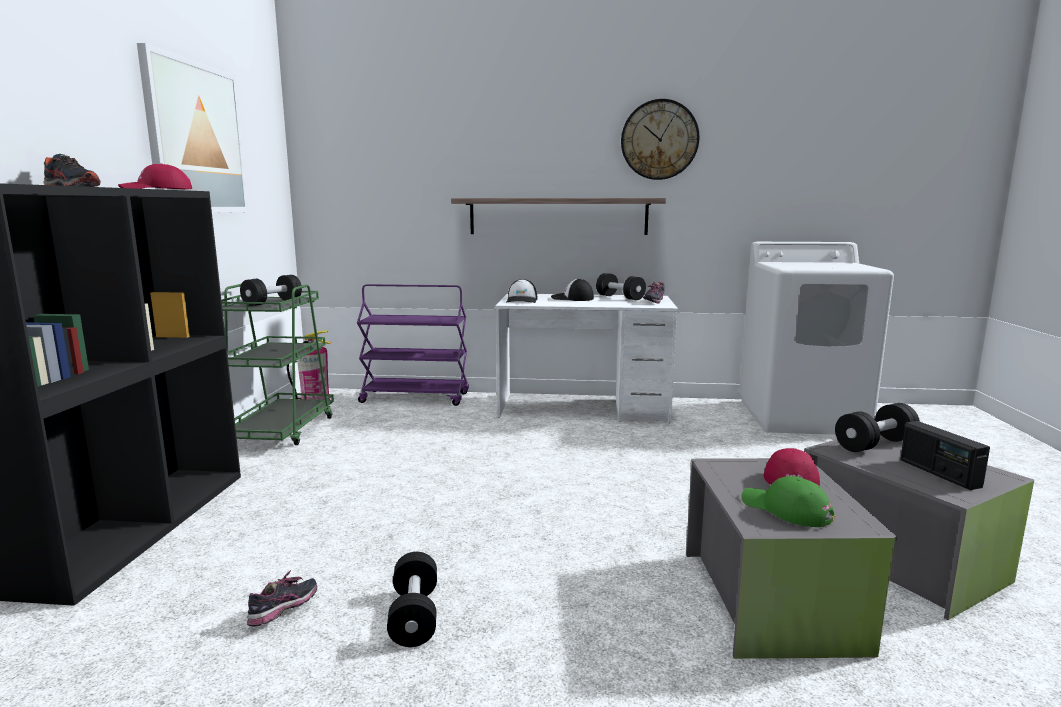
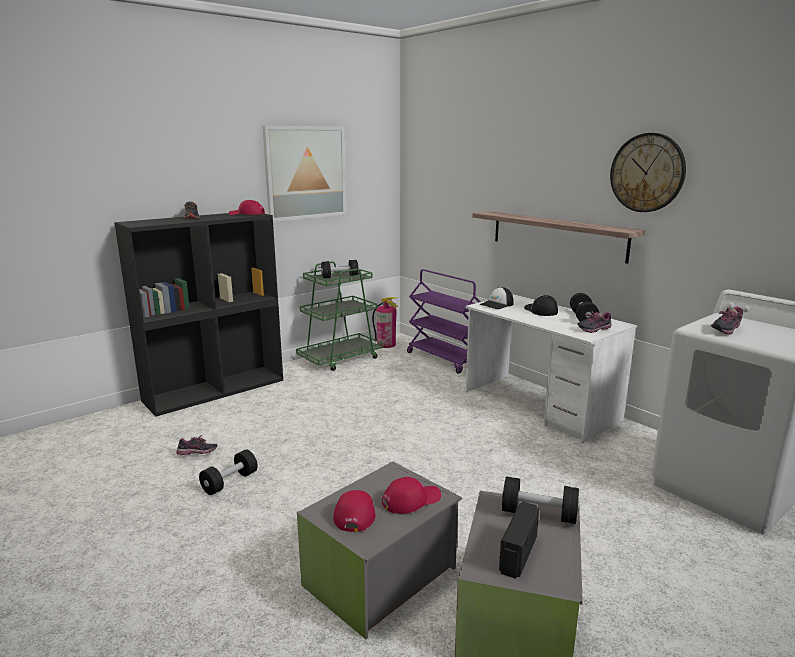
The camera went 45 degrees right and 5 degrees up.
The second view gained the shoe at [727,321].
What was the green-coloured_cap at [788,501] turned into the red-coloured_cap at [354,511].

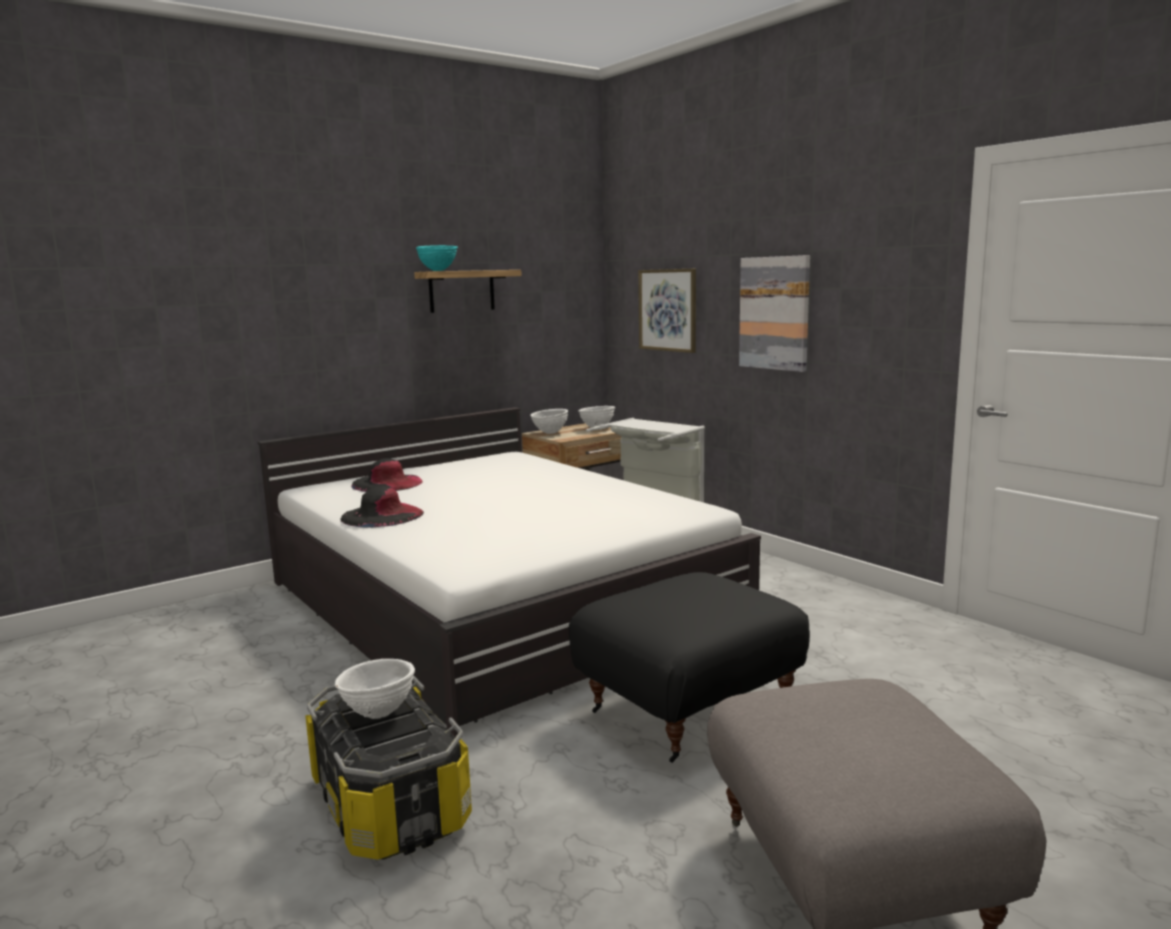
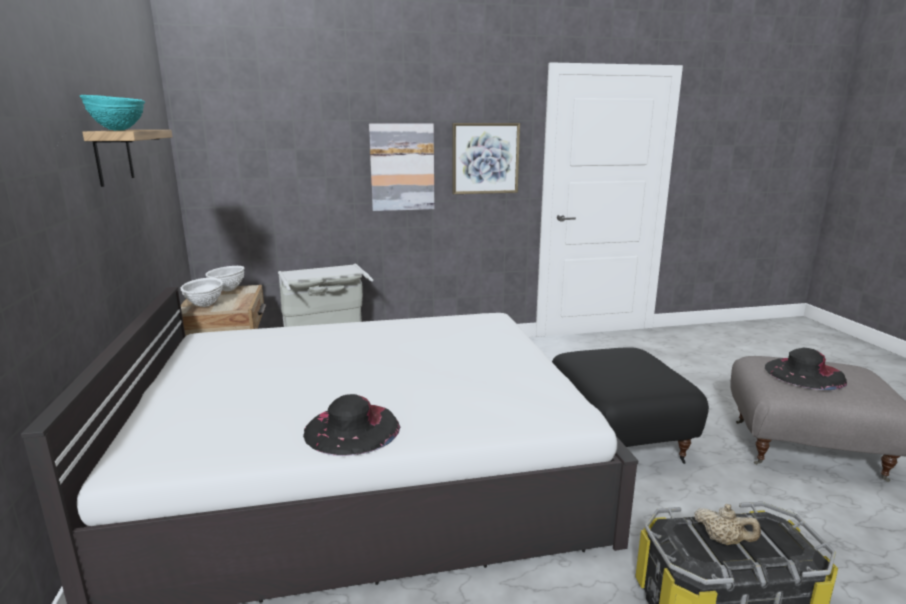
The camera went 65 degrees left and 5 degrees up.
The blackish_clothing_hat ended up elsewhere, having gone from [386,475] to [806,369].
The picture ended up elsewhere, having gone from [667,310] to [486,158].
Where the white-coloured_serving_bowl stood at [375,689], the sand-coloured_teapot came to stand at [727,524].

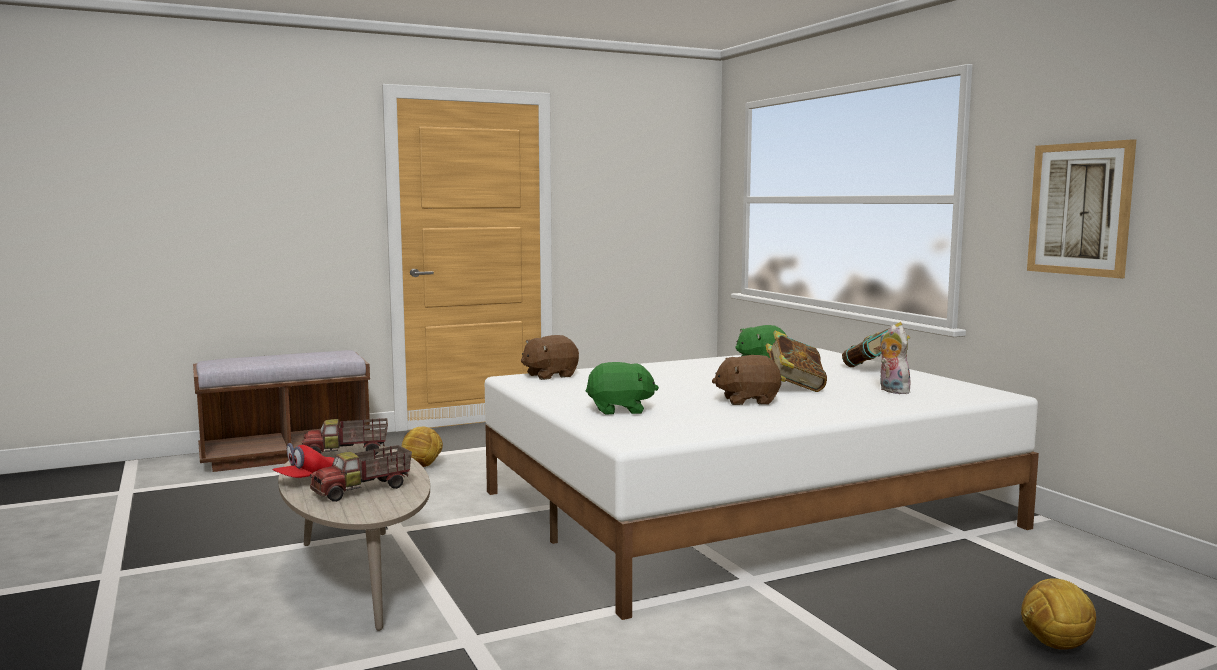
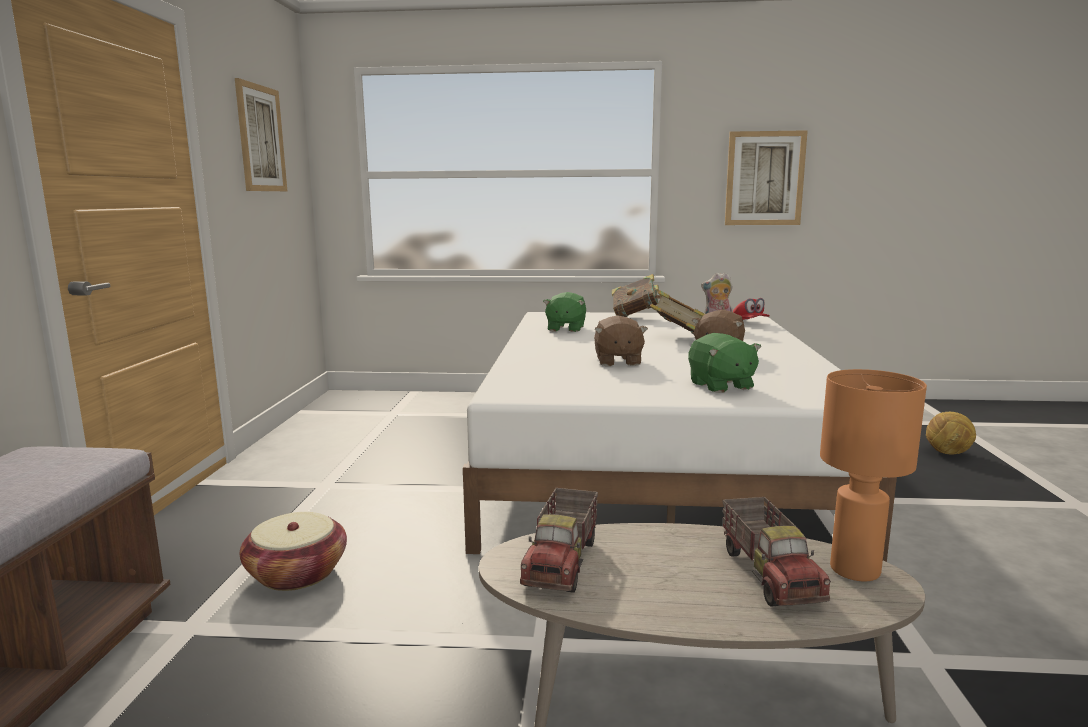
The camera went 60 degrees left and 5 degrees up.
The second view gained the picture at [261,134].
The second view gained the orange_tabletop_lamp at [873,475].
The red-coloured_cap ended up elsewhere, having gone from [303,460] to [751,309].
The brownish_soft_toy ended up elsewhere, having gone from [550,357] to [621,341].
Where the ball_for_football stood at [422,447], the basket came to stand at [293,551].
The green-coloured_soft_toy at [622,388] ended up facing another way, 135 degrees clockwise from before.

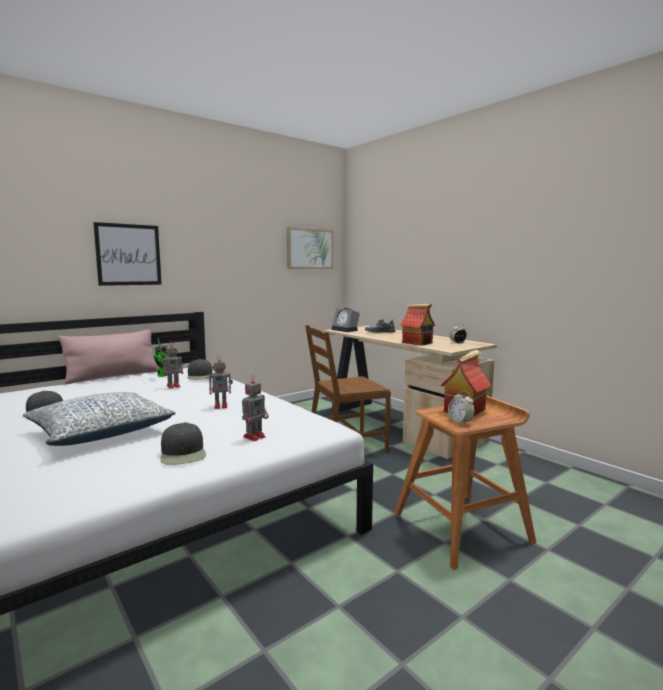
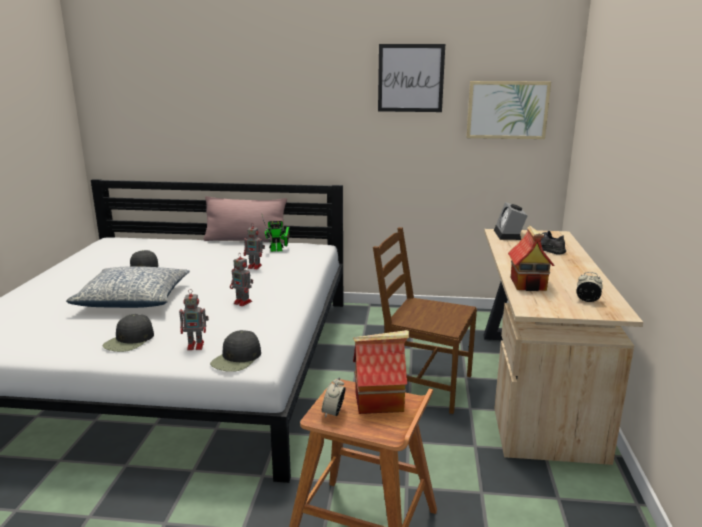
The camera went 45 degrees right and 10 degrees up.
The picture ended up elsewhere, having gone from [127,254] to [411,78].
The blackish_cap ended up elsewhere, having gone from [200,369] to [235,351].

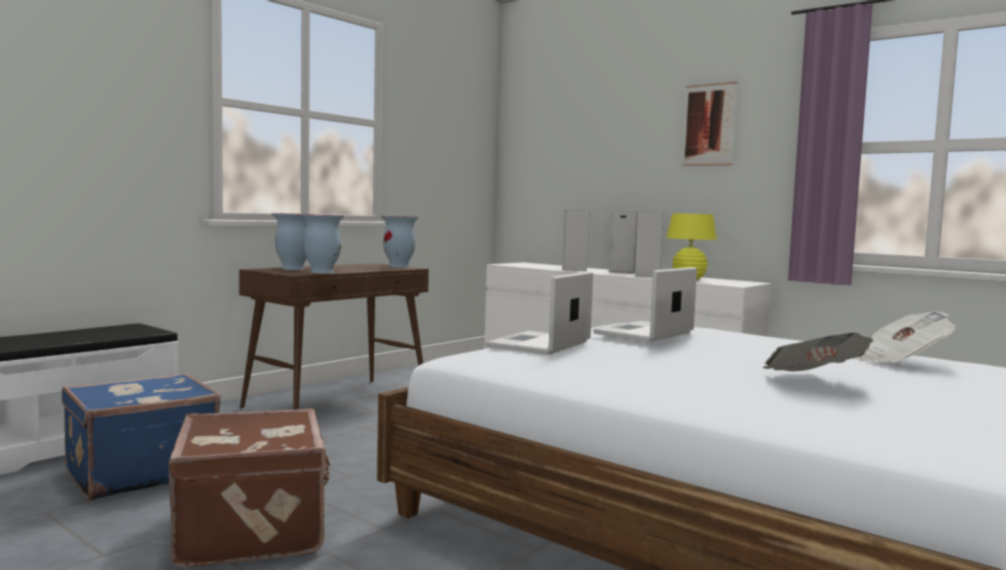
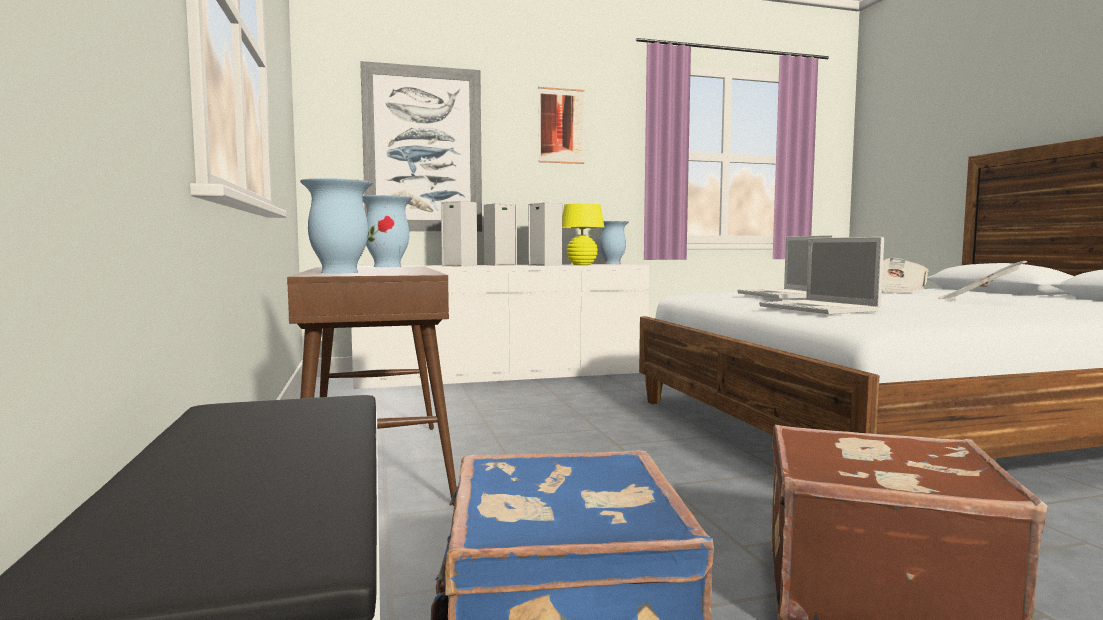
The camera went 55 degrees left and 0 degrees up.
The second view gained the picture at [421,146].
The flower_vase ended up elsewhere, having gone from [322,244] to [614,242].

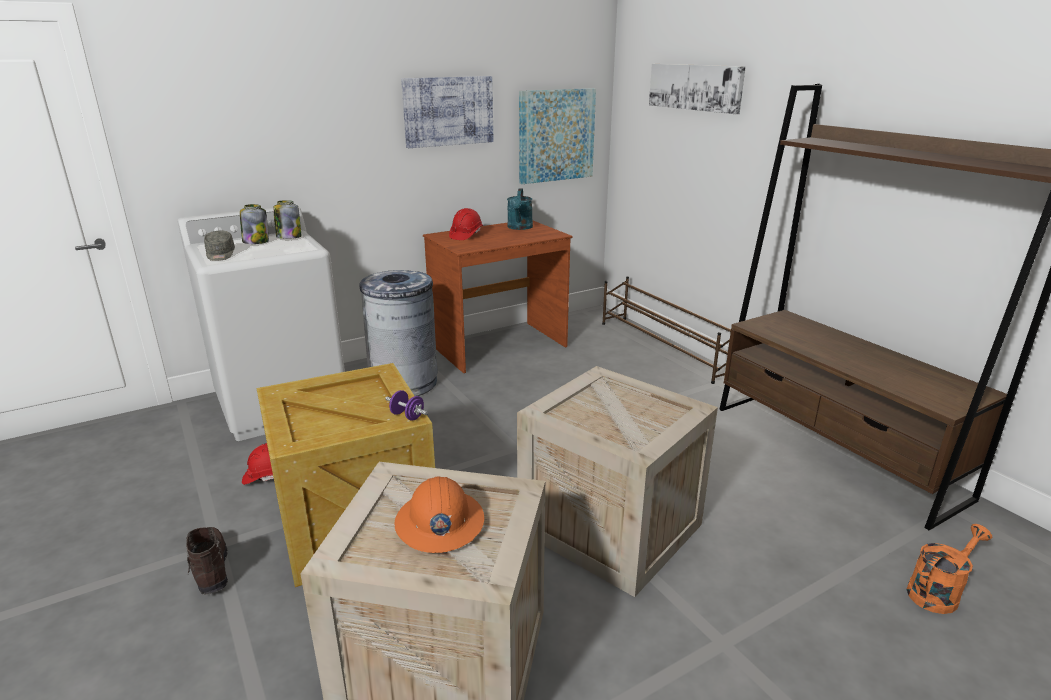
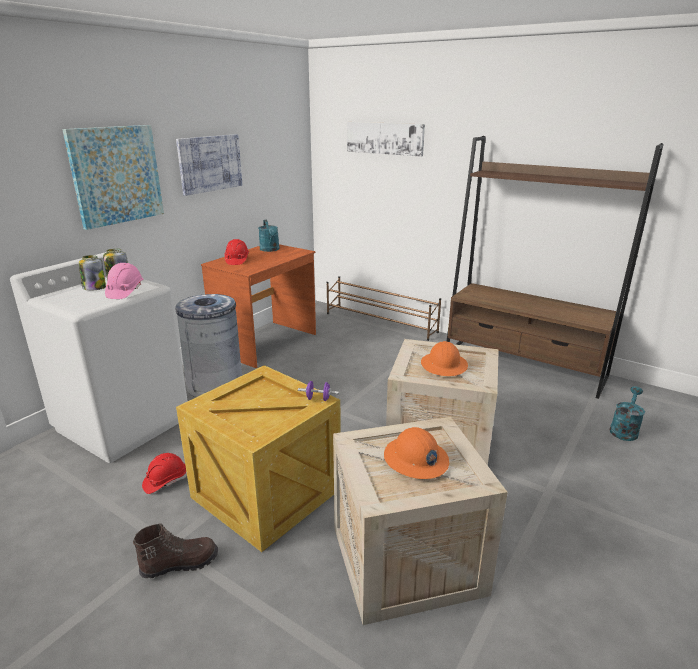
The camera went 25 degrees left and 0 degrees up.
The second view lost the gray_cap at [219,245].
The second view gained the pinkish_hard_hat at [124,281].
The second view gained the orange_hard_hat at [444,358].
The picture ended up elsewhere, having gone from [557,136] to [113,177].
What was the orange_watering_pot at [949,569] turned into the blue-green_watering_pot at [627,413].
The brownish_boot at [207,560] ended up facing another way, 120 degrees clockwise from before.

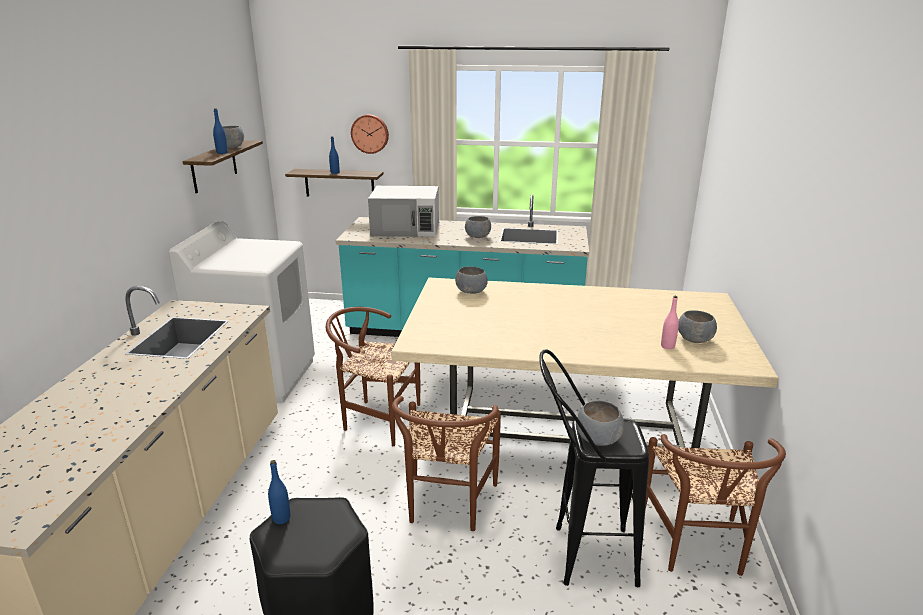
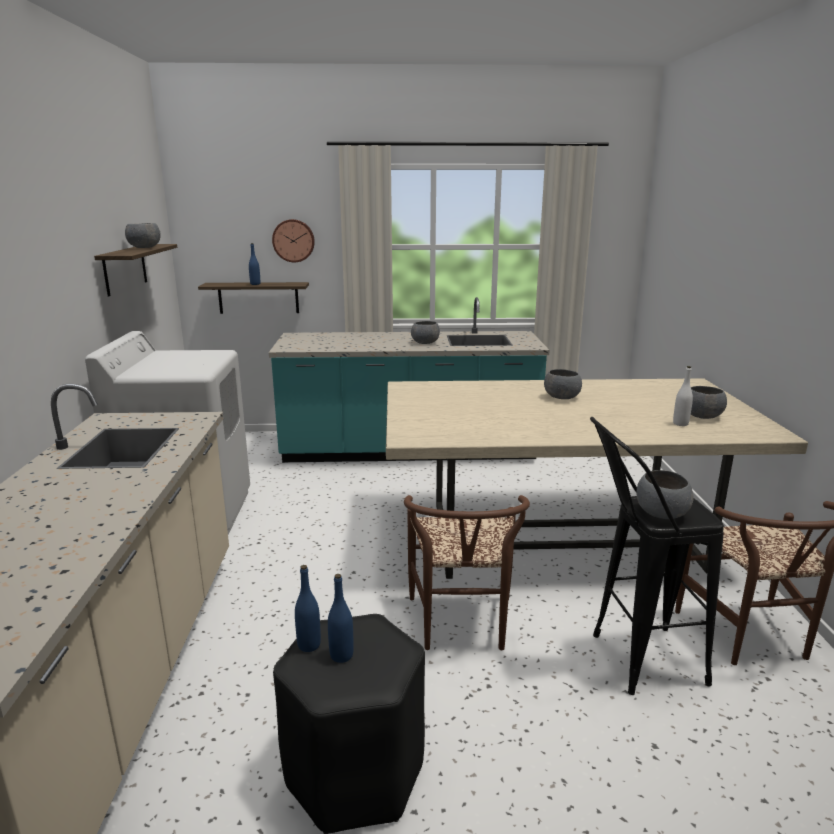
The camera went 10 degrees left and 5 degrees down.
The second view lost the brownish_plain_chair at [373,376].
The second view lost the white-coloured_kitchen_microwave at [403,211].
The blue-coloured_bottle ended up elsewhere, having gone from [220,131] to [341,618].
The gray_serving_bowl ended up elsewhere, having gone from [471,280] to [563,384].
What was the pinkish_bottle at [670,322] turned into the white-coloured_bottle at [683,396].

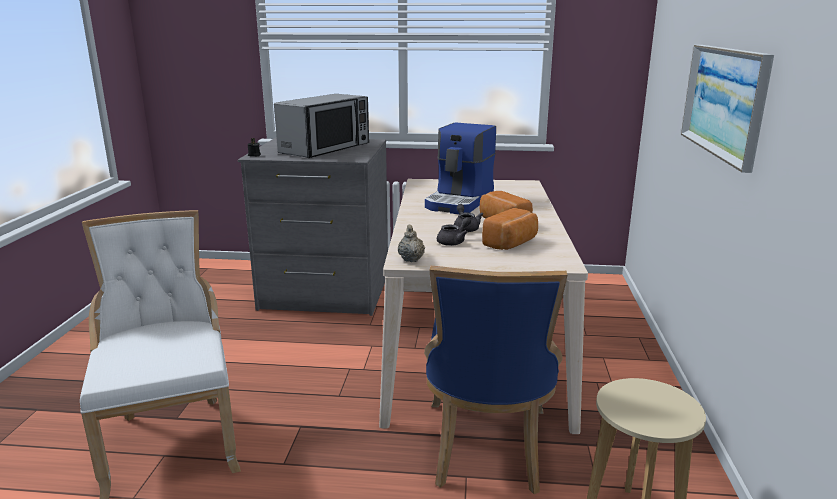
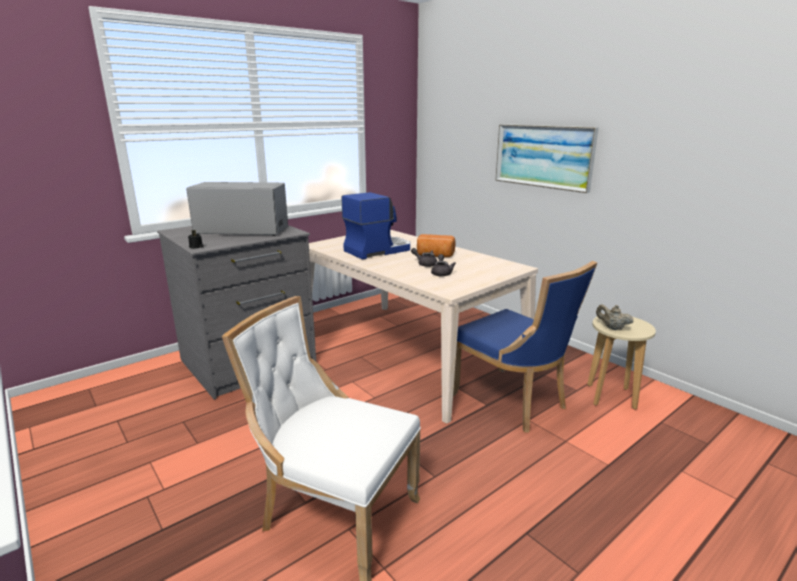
The camera went 45 degrees left and 0 degrees up.
The second view lost the baked_bread at [510,229].
The sand-coloured_teapot ended up elsewhere, having gone from [411,243] to [615,317].
The kitchen_microwave at [321,126] ended up facing another way, 75 degrees counterclockwise from before.
The coffee_maker at [460,168] ended up facing another way, 105 degrees counterclockwise from before.

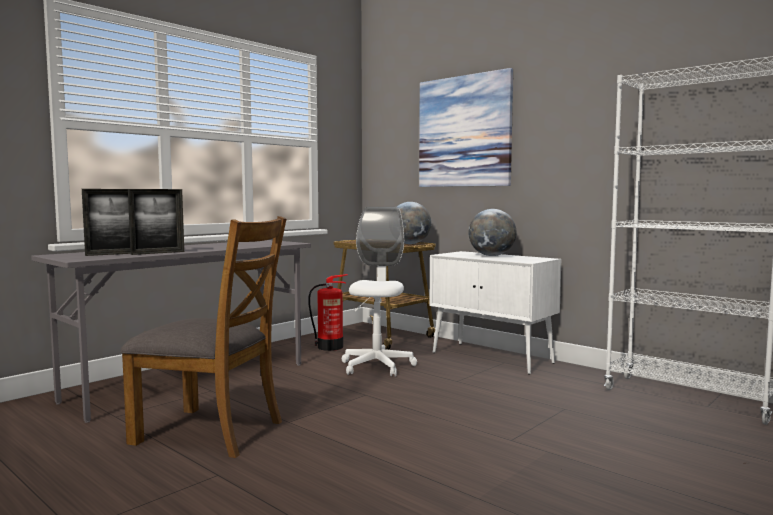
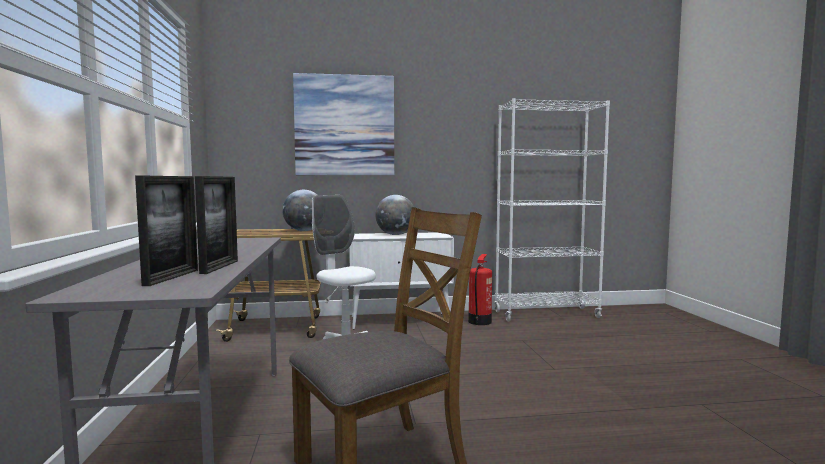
The camera went 50 degrees left and 0 degrees up.
The fire_extinguisher ended up elsewhere, having gone from [327,312] to [480,289].

